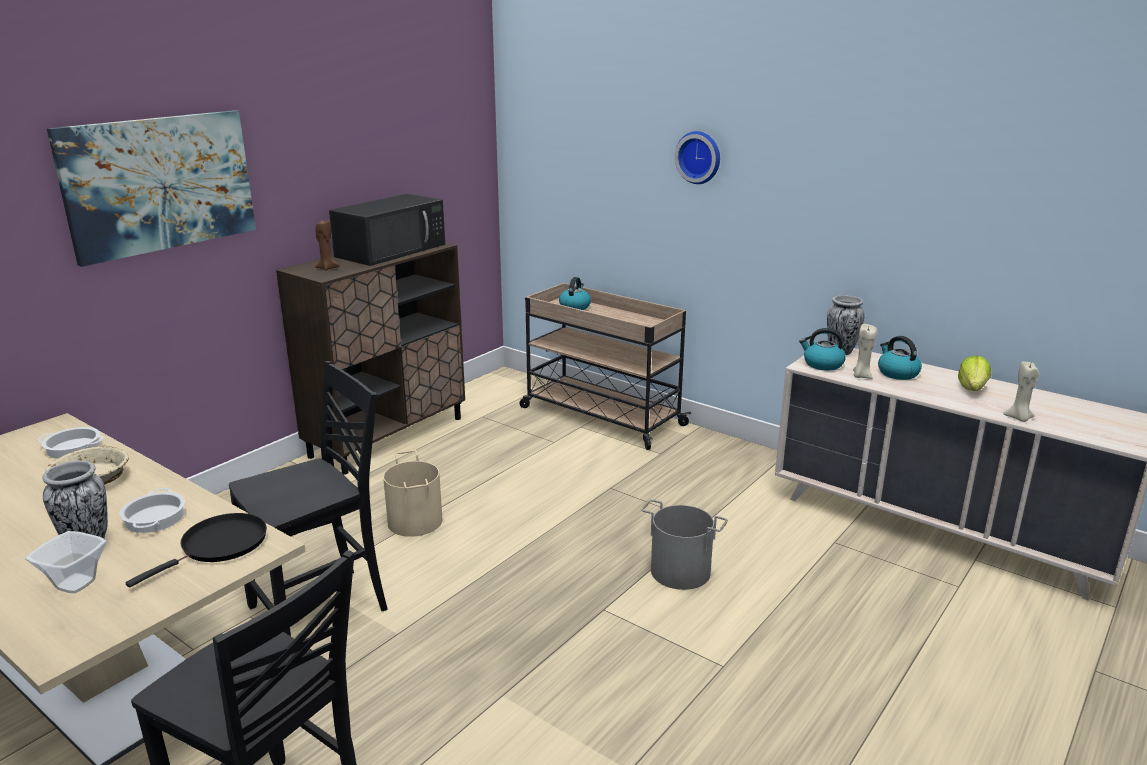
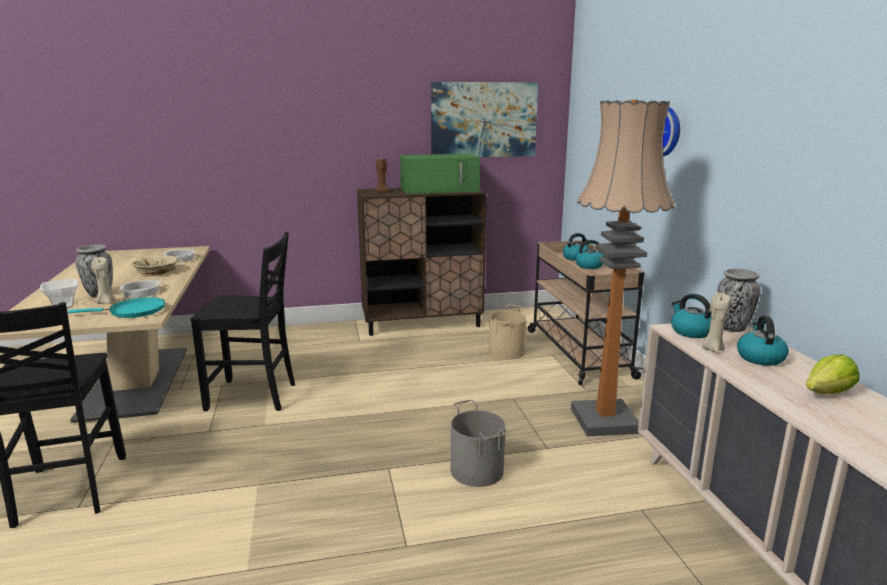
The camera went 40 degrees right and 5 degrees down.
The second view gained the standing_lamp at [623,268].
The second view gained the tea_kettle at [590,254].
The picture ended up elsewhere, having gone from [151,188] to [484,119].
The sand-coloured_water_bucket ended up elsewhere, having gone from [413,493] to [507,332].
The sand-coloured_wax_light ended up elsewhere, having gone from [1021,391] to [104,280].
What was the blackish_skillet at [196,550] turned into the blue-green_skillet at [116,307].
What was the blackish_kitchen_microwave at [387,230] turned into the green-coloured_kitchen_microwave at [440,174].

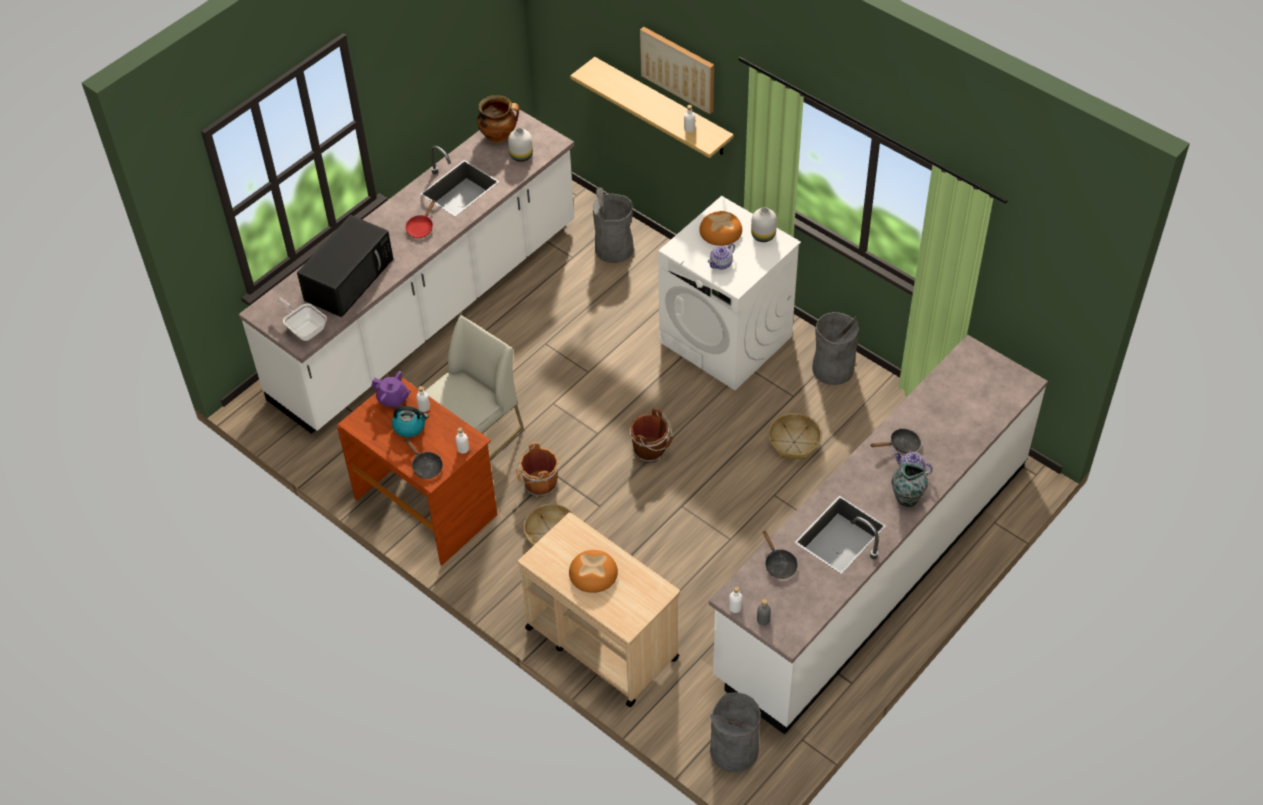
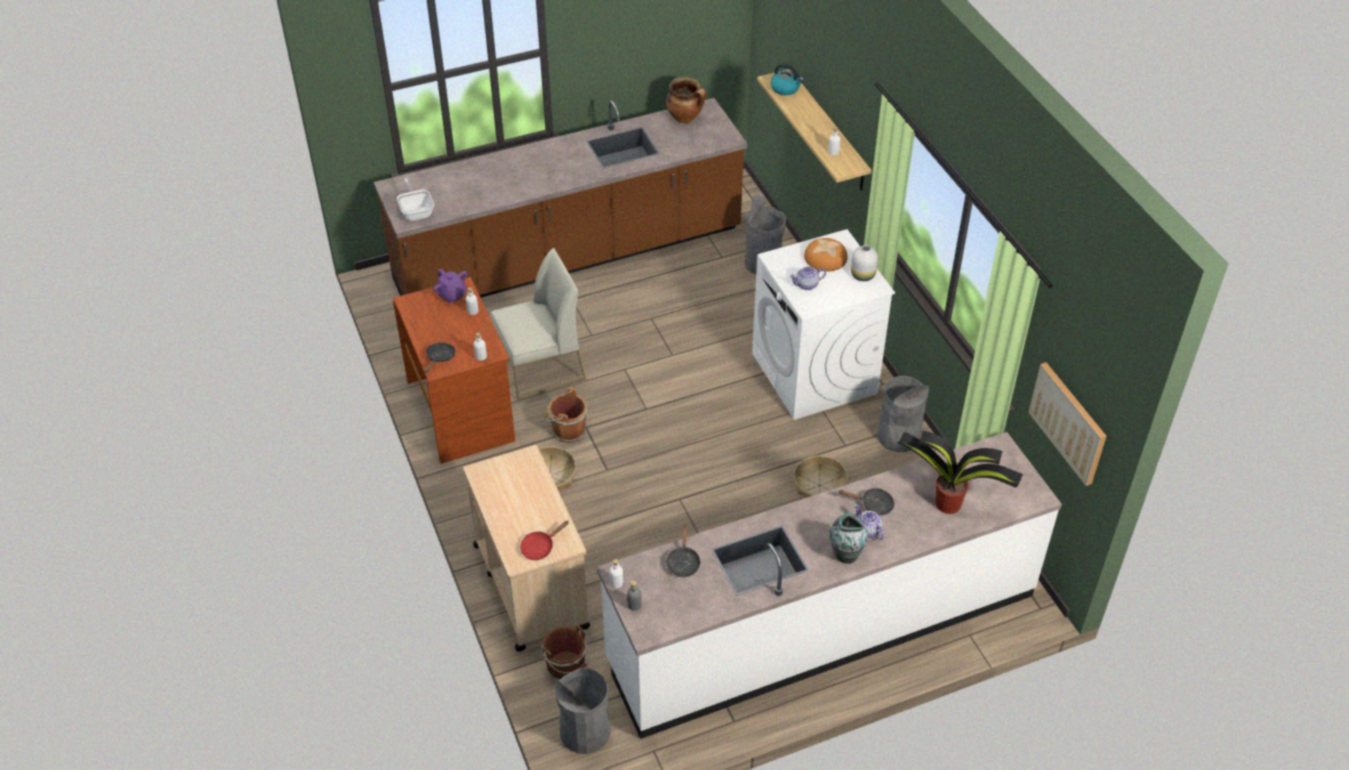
The camera went 25 degrees right and 5 degrees down.
The second view lost the blackish_kitchen_microwave at [345,266].
The second view lost the white-coloured_flower_vase at [520,145].
The second view lost the baked_bread at [593,571].
The second view gained the potted_plant at [960,472].
The tea_kettle ended up elsewhere, having gone from [410,421] to [787,79].
The red-coloured_skillet ended up elsewhere, having gone from [420,219] to [544,540].
The brownish_water_bucket ended up elsewhere, having gone from [651,436] to [566,653].
The picture ended up elsewhere, having gone from [677,70] to [1067,424].
What was the white-coloured_kitchen_counter at [406,271] turned into the brownish_kitchen_counter at [560,198].
The blackish_skillet at [424,458] ended up facing another way, 150 degrees counterclockwise from before.

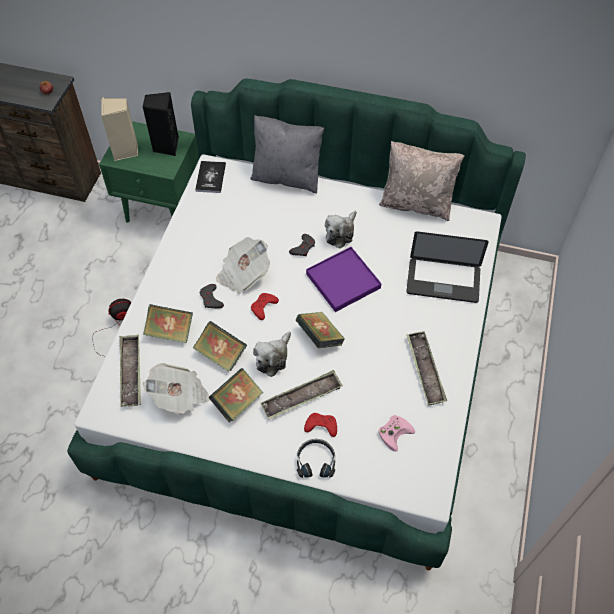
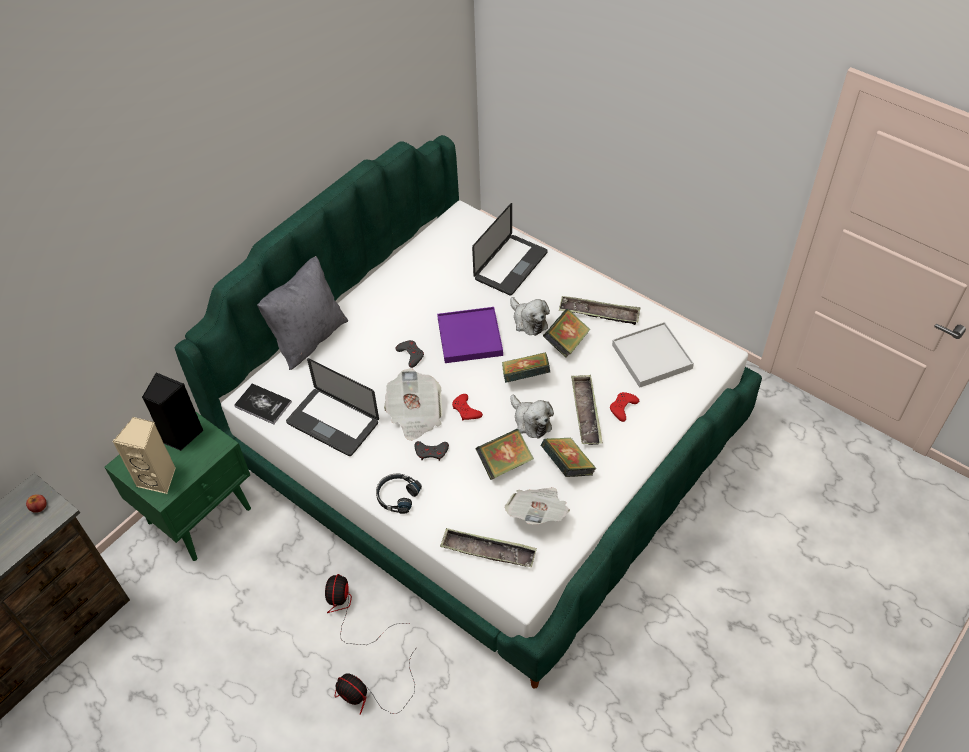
The camera went 65 degrees left and 5 degrees down.
The second view lost the sand-coloured_pillow at [421,181].
The second view gained the laptop at [332,407].
The second view gained the electric_fan at [376,681].
The book ended up elsewhere, having gone from [168,323] to [566,333].
The blackish_headset ended up elsewhere, having gone from [316,458] to [399,493].
The soft_toy ended up elsewhere, having gone from [341,229] to [530,316].
Where the pinkish_gamepad stood at [396,433], the white-coloured_tray came to stand at [653,355].

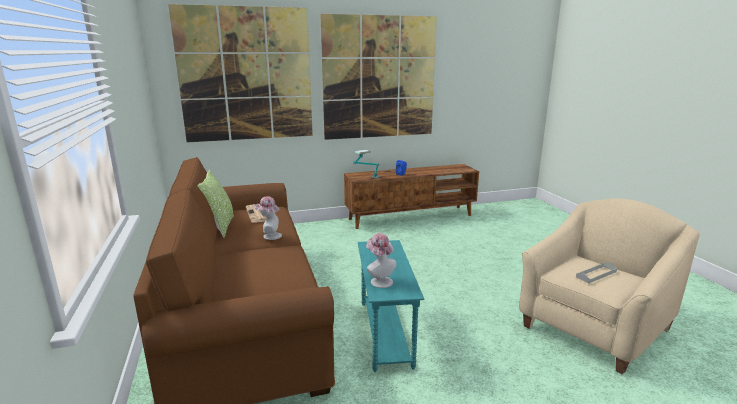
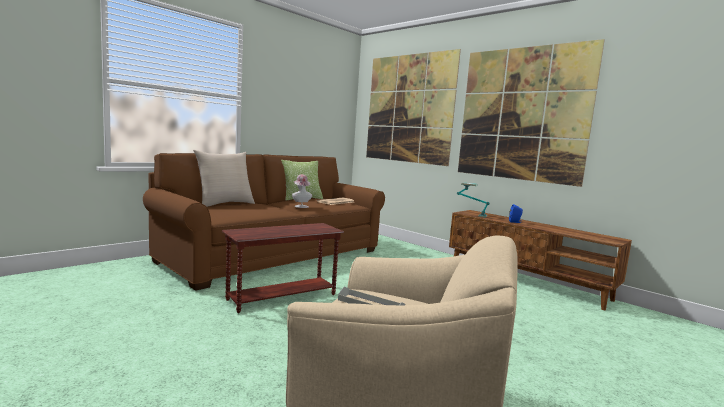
The camera went 60 degrees right and 10 degrees down.
The second view lost the clothing_hat at [381,260].
The second view gained the sand-coloured_pillow at [224,178].
What was the blue-green_end_table at [391,306] turned into the brownish_end_table at [283,268].

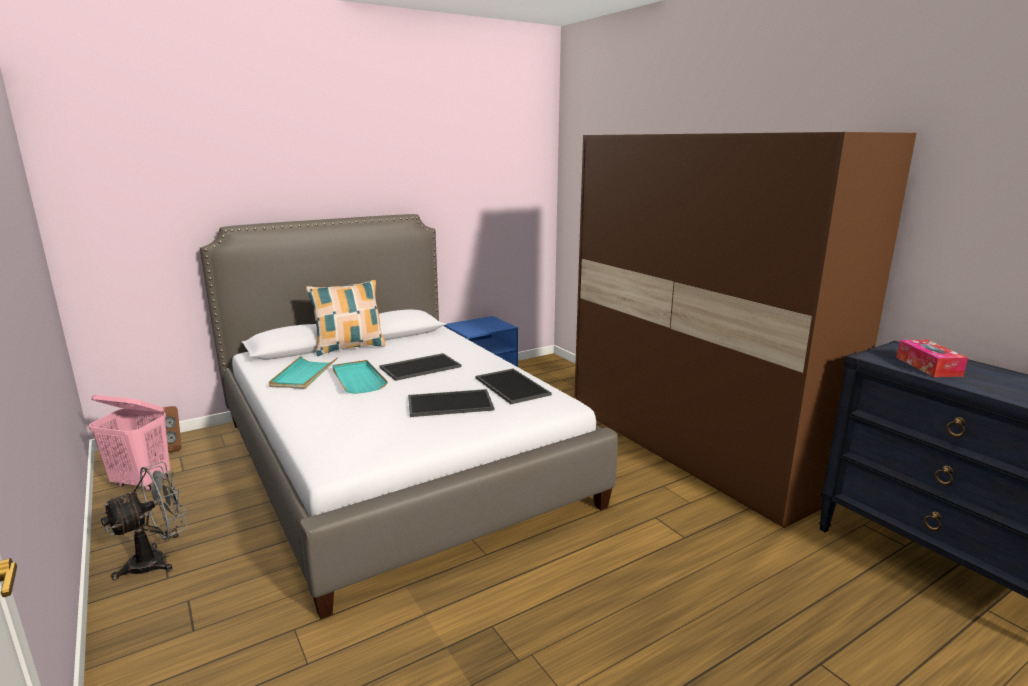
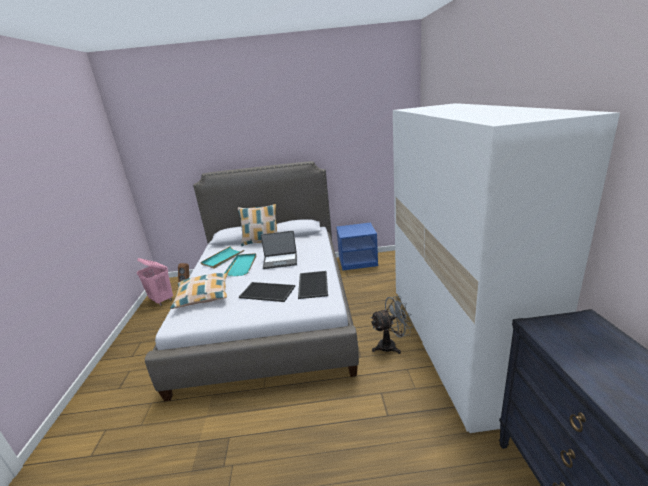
The camera went 30 degrees right and 5 degrees up.
The second view lost the box_of_tissues at [932,358].
The second view gained the pillow at [199,291].
The gray_electric_fan ended up elsewhere, having gone from [144,521] to [392,325].
Where the tray stood at [420,367], the laptop came to stand at [279,250].
What was the brownish_wardrobe at [745,330] turned into the white-coloured_wardrobe at [506,268].

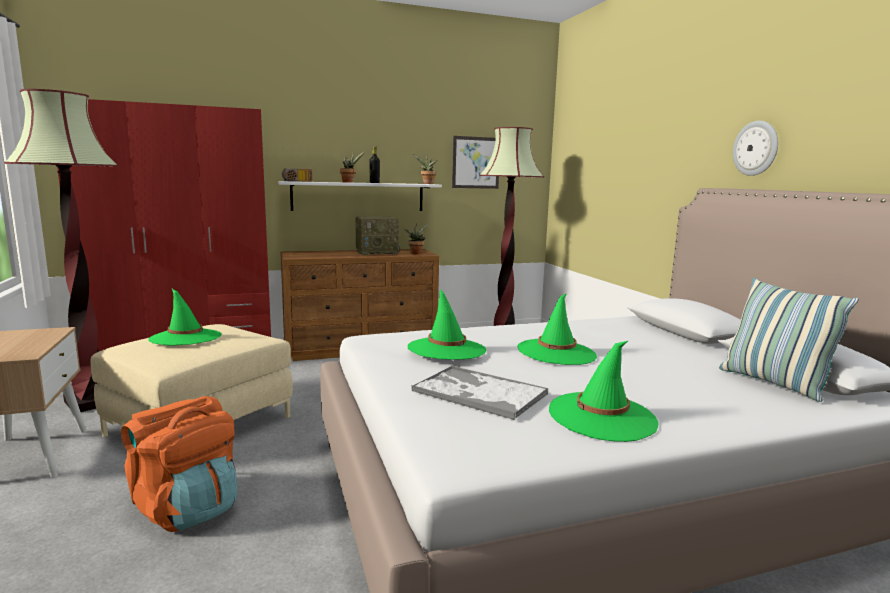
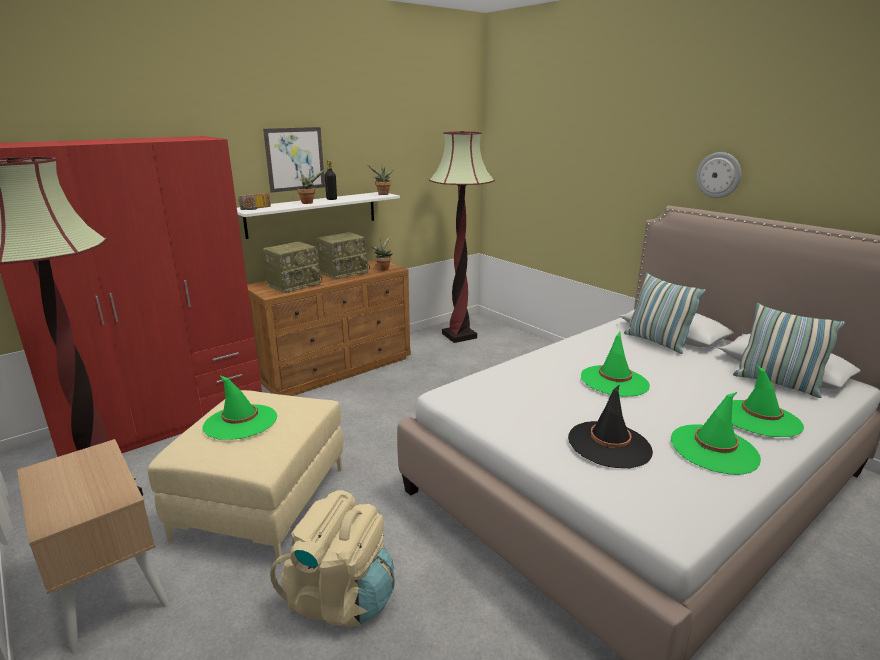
The camera went 20 degrees left and 10 degrees up.
The second view gained the radio at [292,267].
The second view gained the pillow at [665,313].
The green-coloured_clothing_hat ended up elsewhere, having gone from [447,324] to [768,401].
The picture ended up elsewhere, having gone from [475,162] to [294,160].
Where the tray stood at [479,393], the blackish_clothing_hat came to stand at [610,426].
What was the orange_knapsack at [179,464] turned into the sand-coloured_knapsack at [332,558].

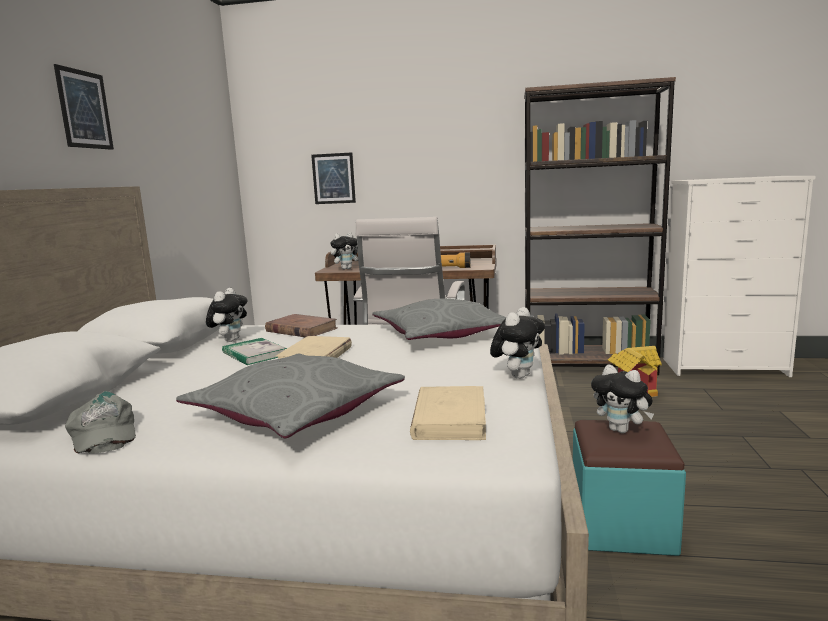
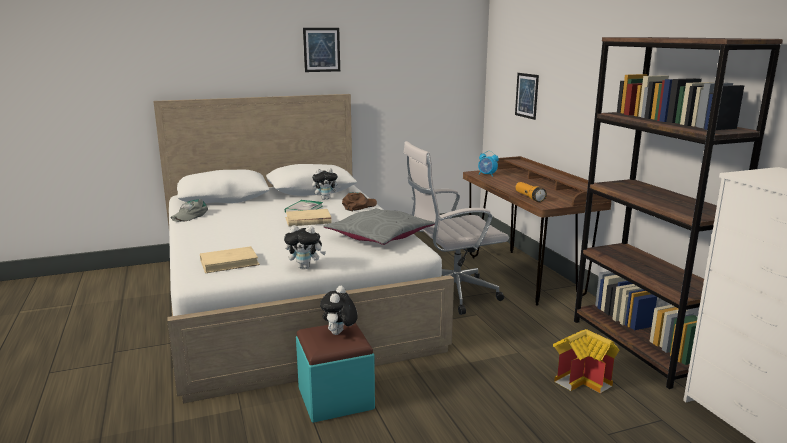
The camera went 60 degrees right and 5 degrees up.
The second view lost the gray_pillow at [290,396].
Where the brownish_book stood at [301,325], the brownish_cap came to stand at [359,202].
Where the soft_toy stood at [344,251], the table_clock came to stand at [488,164].

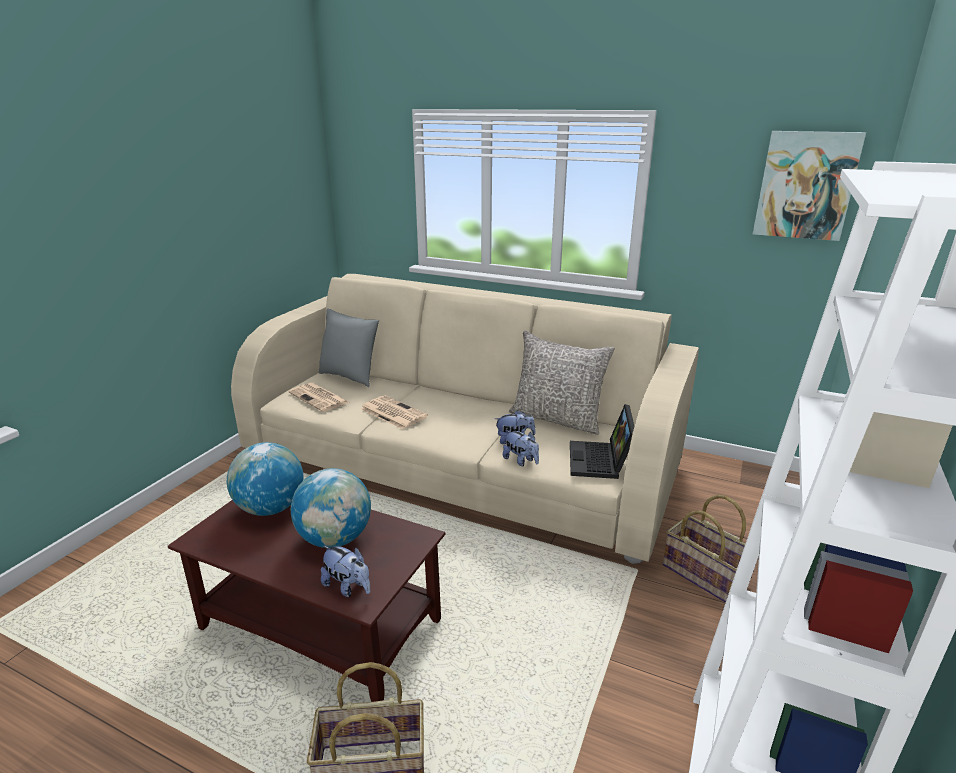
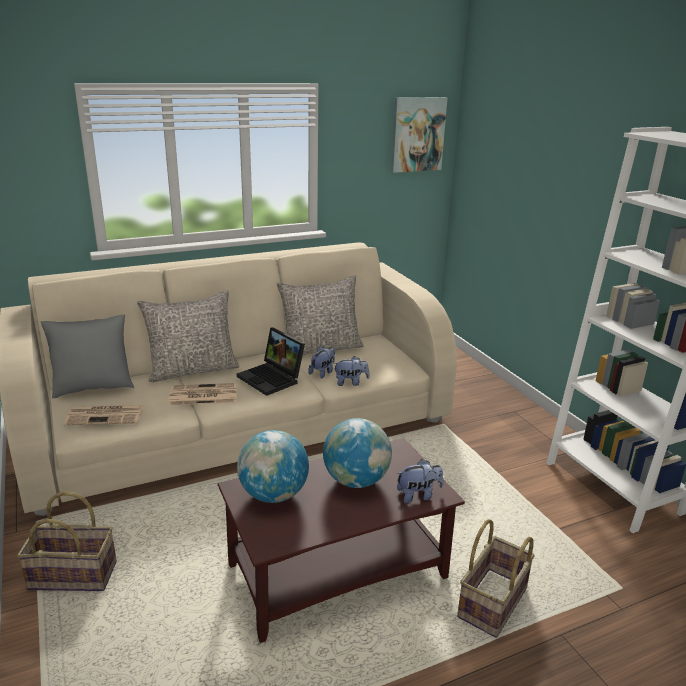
The camera went 50 degrees left and 0 degrees up.
The second view gained the gray_pillow at [188,336].
The laptop ended up elsewhere, having gone from [602,441] to [271,362].
The basket ended up elsewhere, having gone from [704,549] to [67,541].

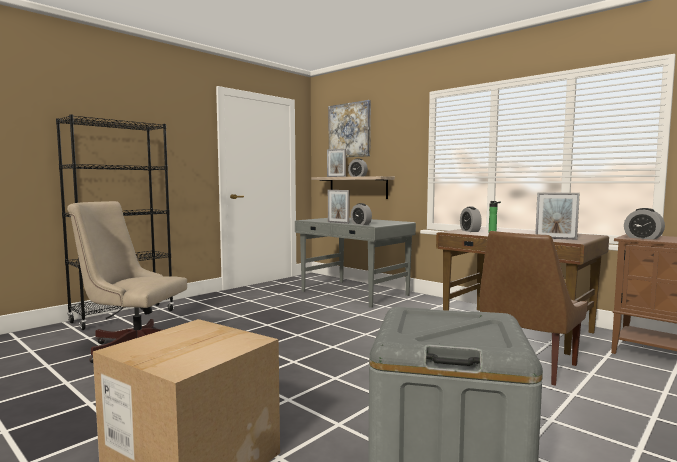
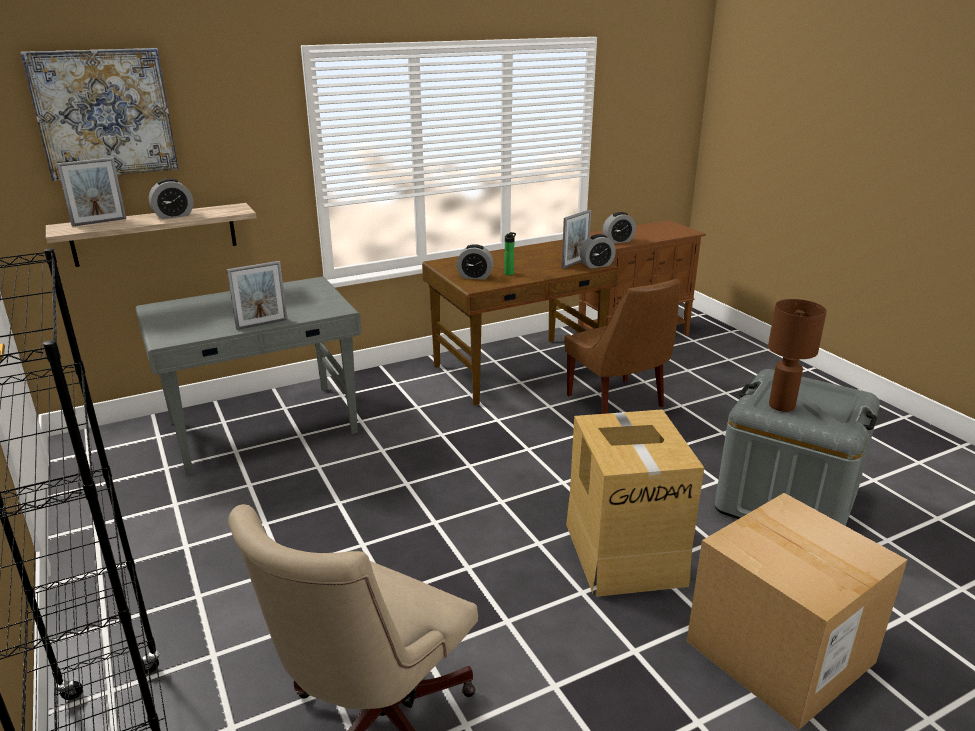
The camera went 70 degrees left and 20 degrees up.
The second view gained the packing_box at [635,503].
The second view gained the brownish_tabletop_lamp at [797,355].
The table_clock ended up elsewhere, having gone from [361,214] to [598,251].

